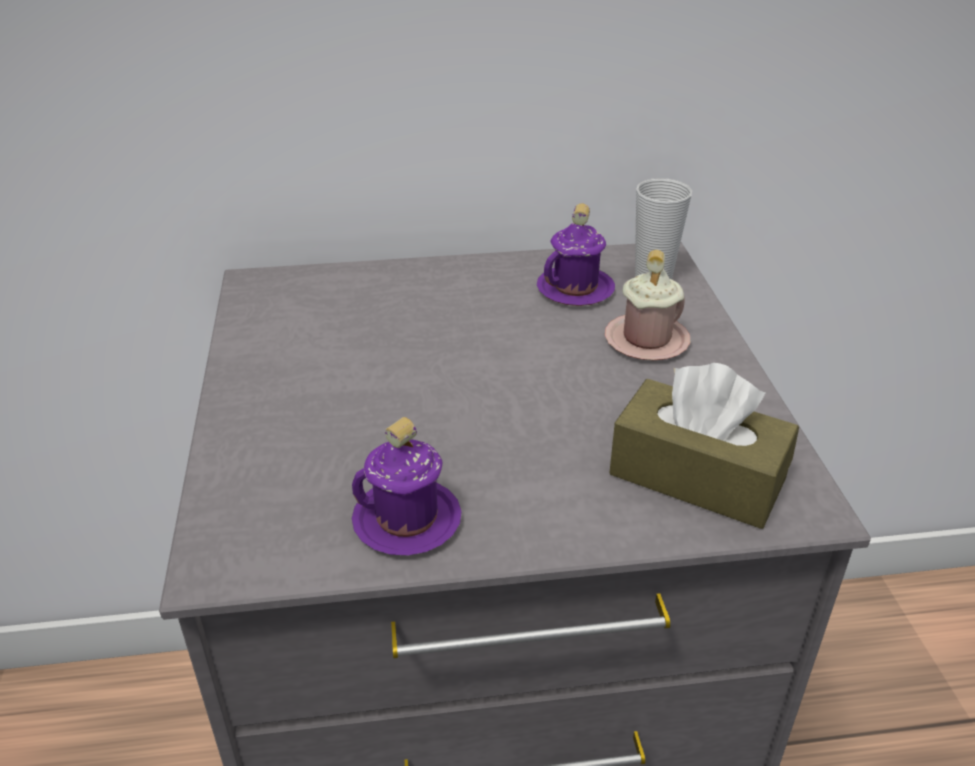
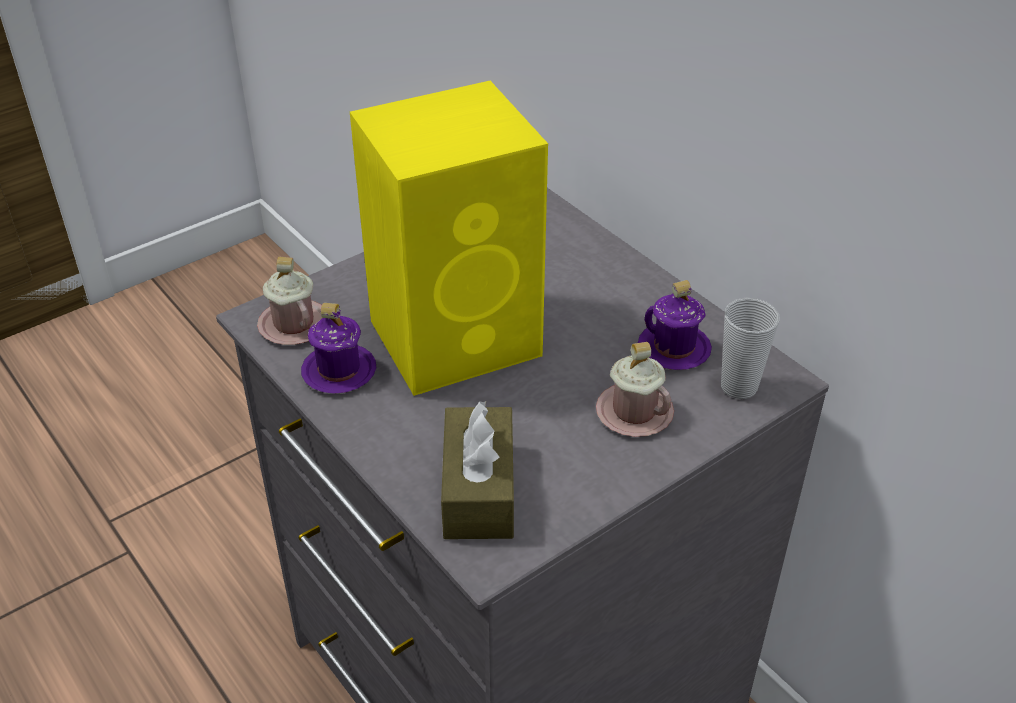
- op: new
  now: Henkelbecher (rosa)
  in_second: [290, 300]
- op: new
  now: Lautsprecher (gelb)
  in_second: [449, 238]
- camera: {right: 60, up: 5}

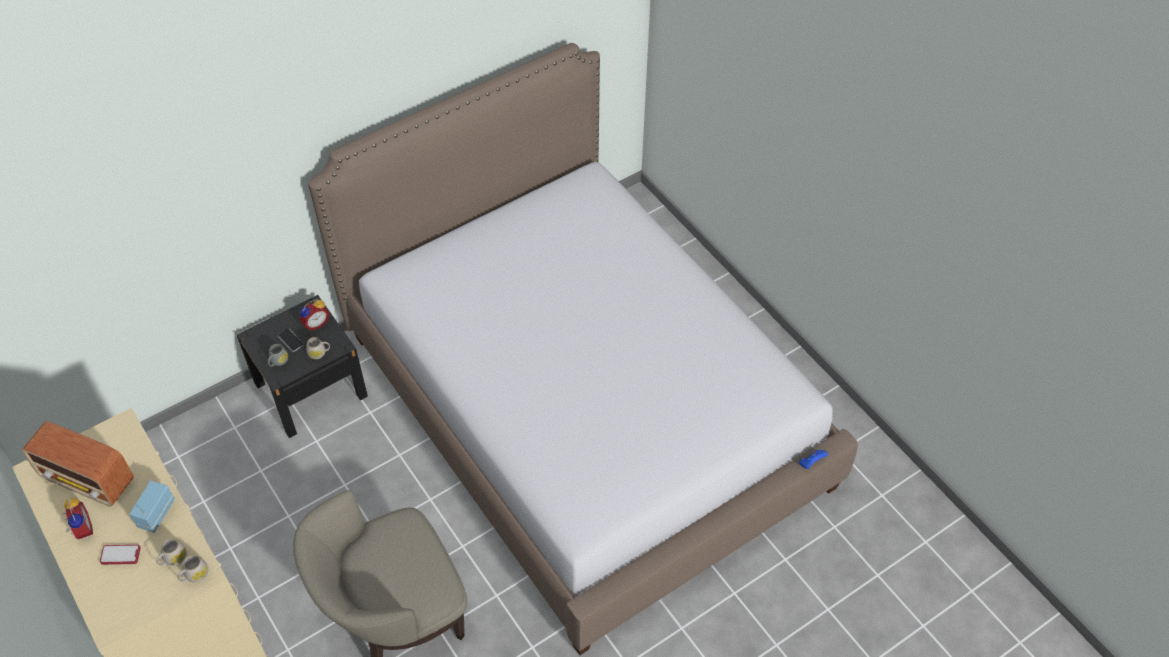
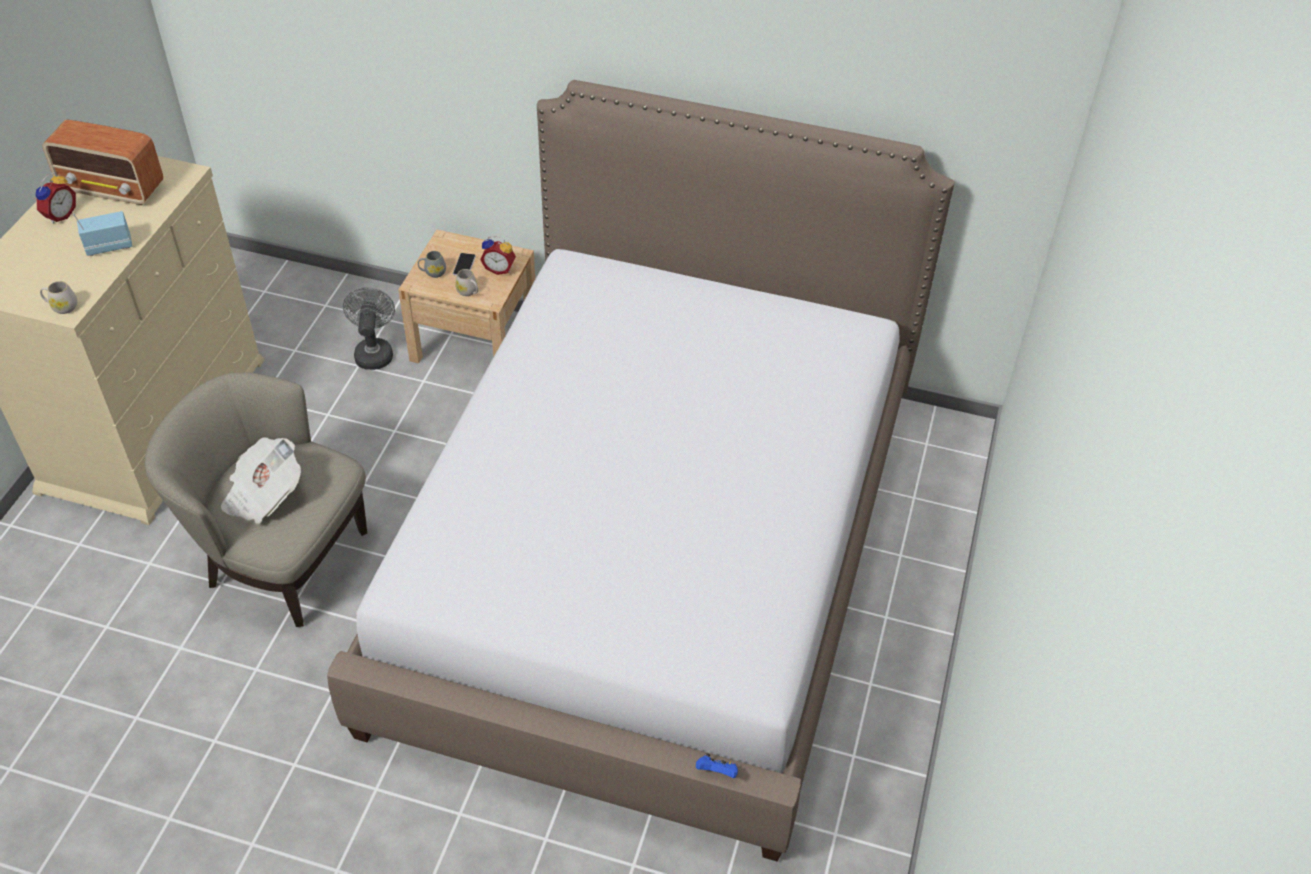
- op: rotated
  was: Radio
  in_first: [78, 464]
  in_second: [102, 162]
  clockwise: -60
- op: gone
  was: Handy
  in_first: [120, 554]
- op: gone
  was: Henkelbecher (weiß)
  in_first: [171, 552]
- op: repainted
  was: Nachttisch (schwarz)
  now: Nachttisch (beige)
  in_first: [302, 366]
  in_second: [466, 296]
- op: new
  now: Zeitung
  in_second: [261, 480]
- op: new
  now: Ventilator (grau)
  in_second: [369, 328]
- camera: {right: 50, up: -5}

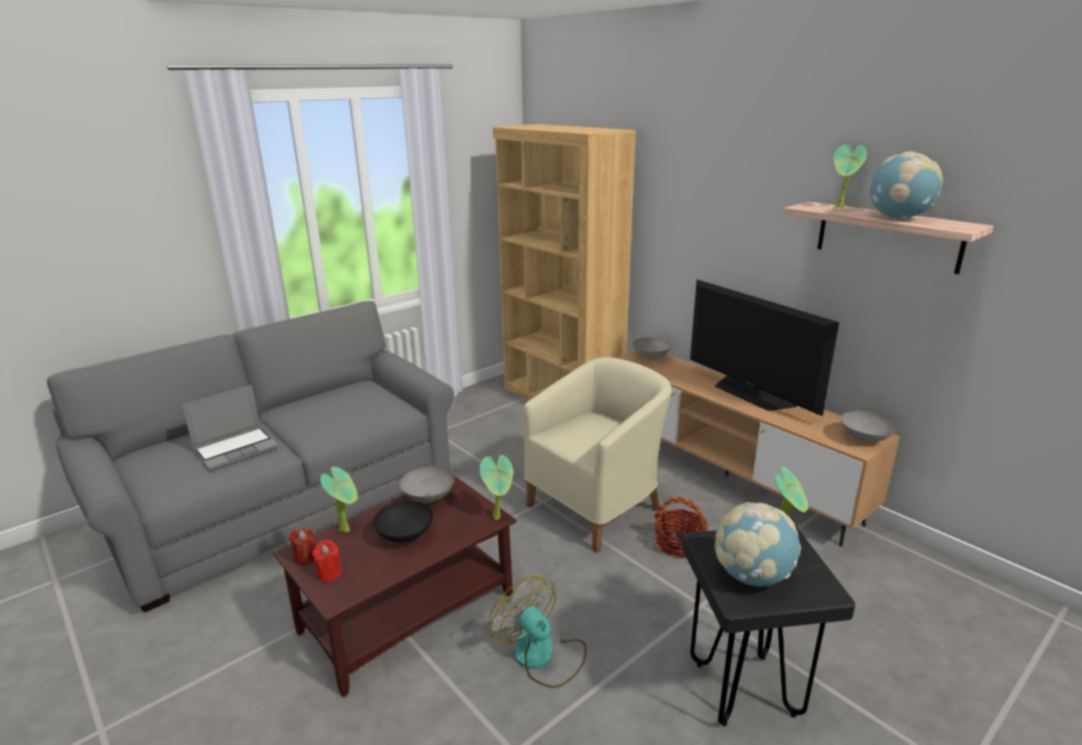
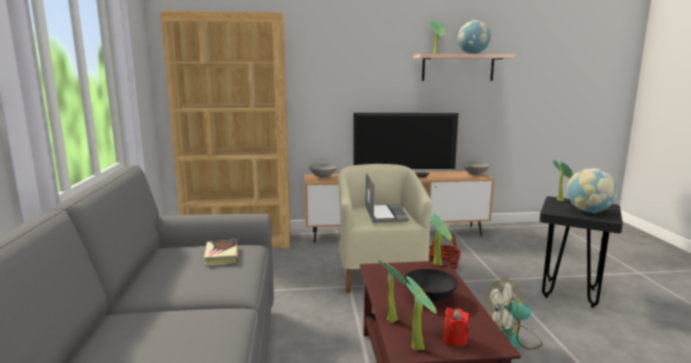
- op: shifted
  was: Laptop
  in_first: [230, 428]
  in_second: [387, 198]
- op: swapped
  was: Kerze (rot)
  now: Topfpflanze
  in_first: [303, 546]
  in_second: [421, 313]
- op: gone
  was: Schüssel (grau)
  in_first: [427, 485]
- op: new
  now: Buch
  in_second: [221, 252]
- camera: {right: -55, up: -10}

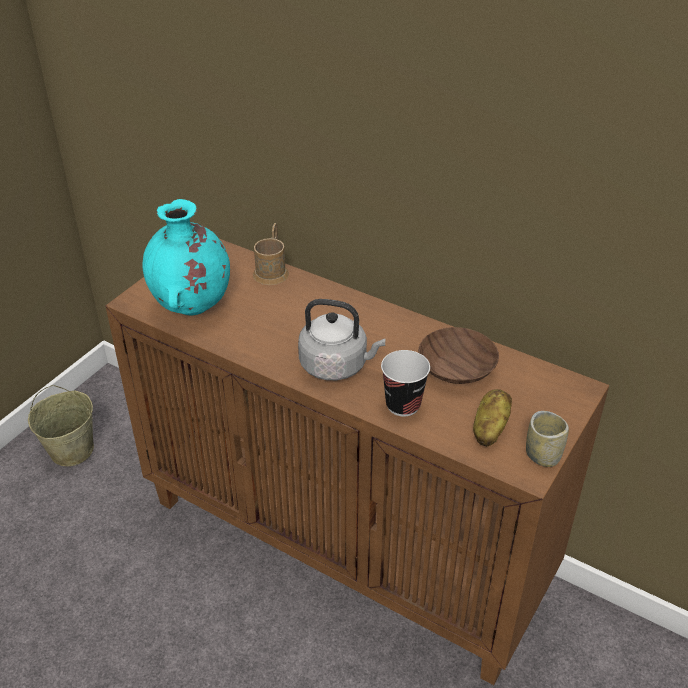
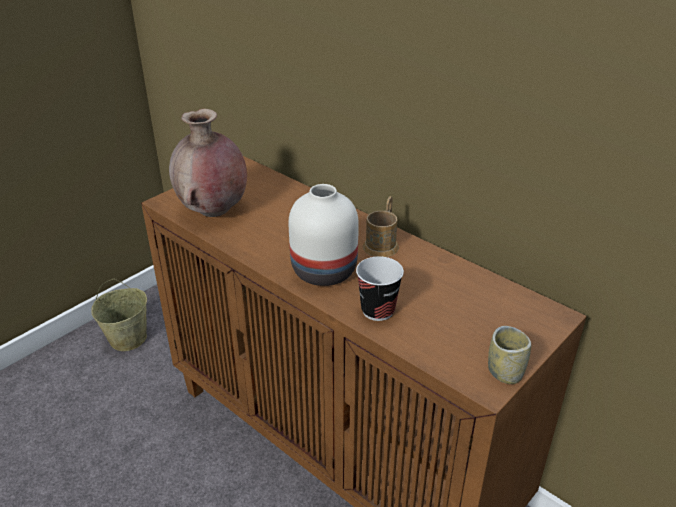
- op: repainted
  was: Vase (türkis)
  now: Vase (braun)
  in_first: [186, 257]
  in_second: [208, 163]
- op: shifted
  was: Henkelbecher (braun)
  in_first: [271, 254]
  in_second: [381, 226]
- op: swapped
  was: Wasserkessel (grau)
  now: Vase (weiß)
  in_first: [342, 339]
  in_second: [324, 235]
- op: gone
  was: Schüssel (braun)
  in_first: [458, 355]
- op: gone
  was: Kartoffel
  in_first: [492, 417]
- camera: {right: 10, up: -5}

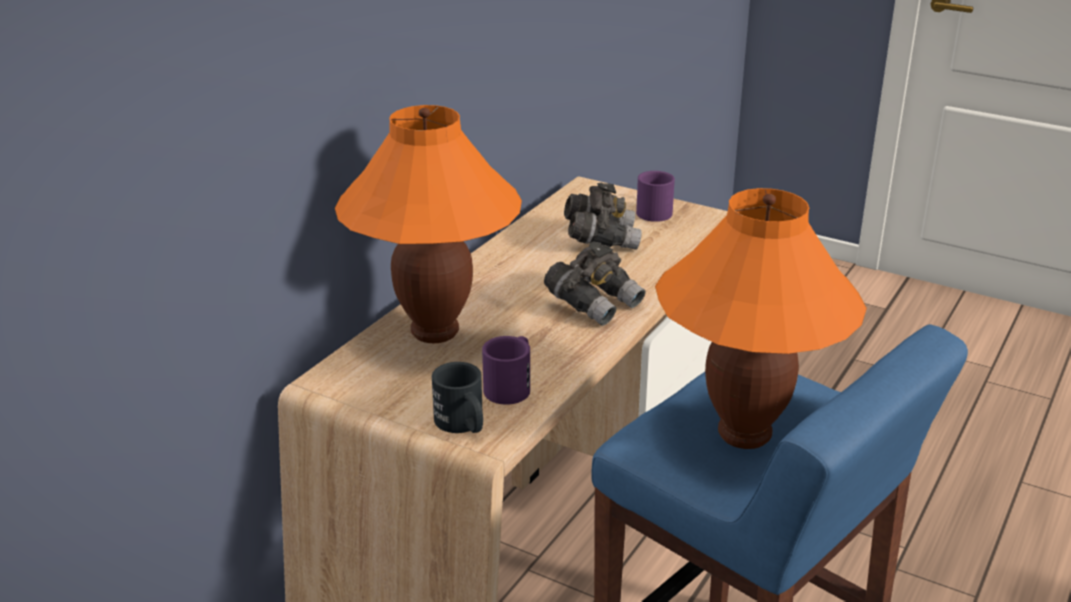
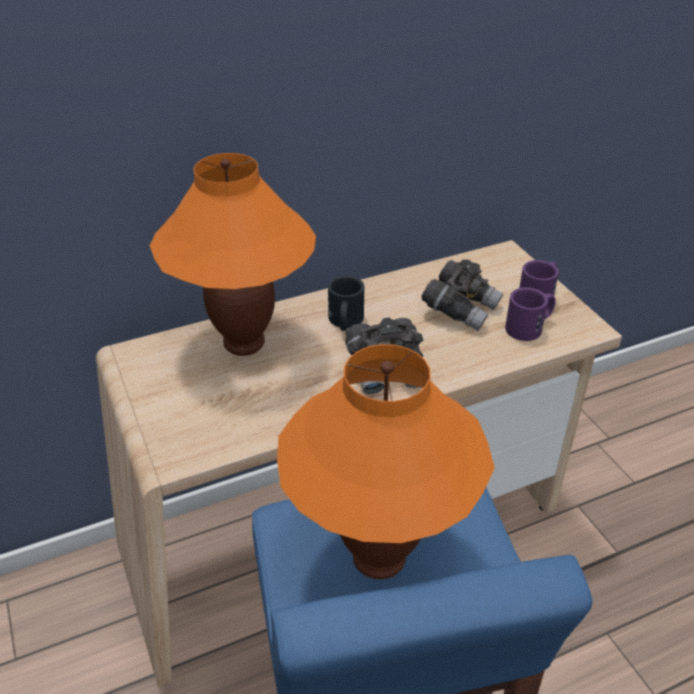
- op: shifted
  was: Henkelbecher (schwarz)
  in_first: [457, 397]
  in_second: [346, 303]
- op: shifted
  was: Henkelbecher (lila)
  in_first: [506, 370]
  in_second: [530, 314]
- camera: {right: 35, up: 10}

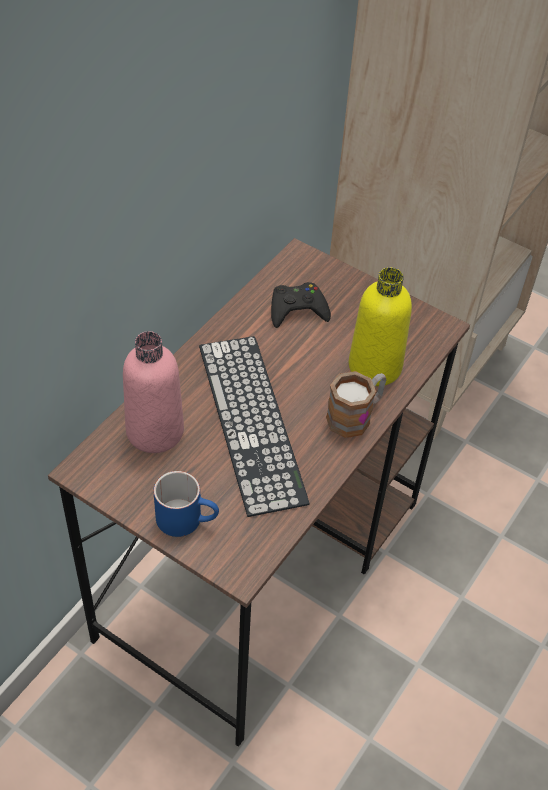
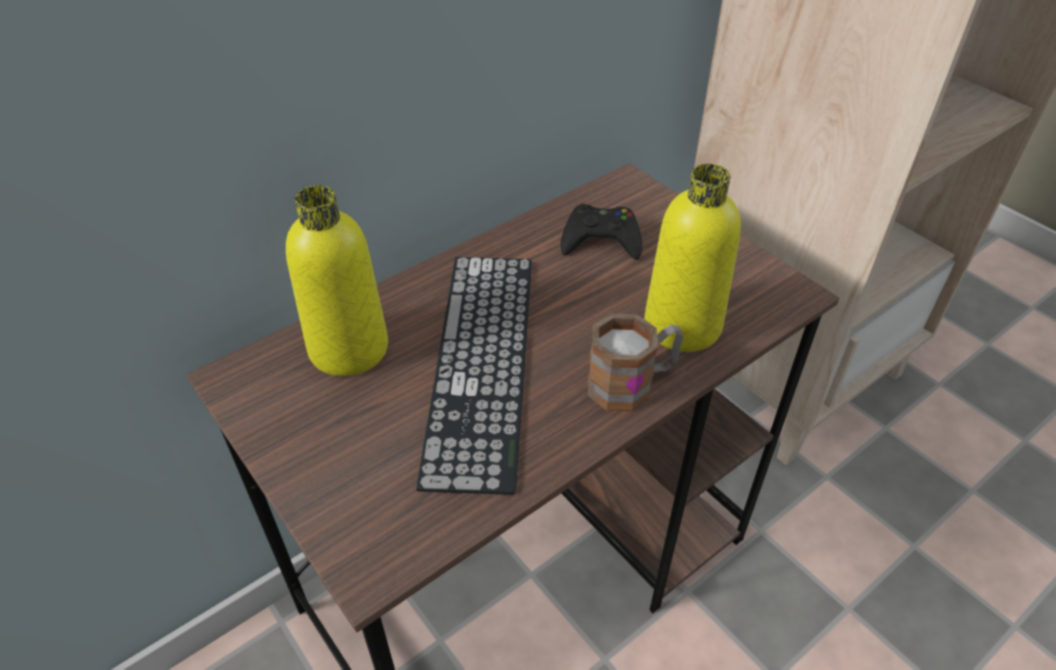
- op: repainted
  was: Flasche (rosa)
  now: Flasche (gelb)
  in_first: [153, 392]
  in_second: [337, 280]
- op: gone
  was: Henkelbecher (blau)
  in_first: [186, 504]
- camera: {right: 20, up: -5}

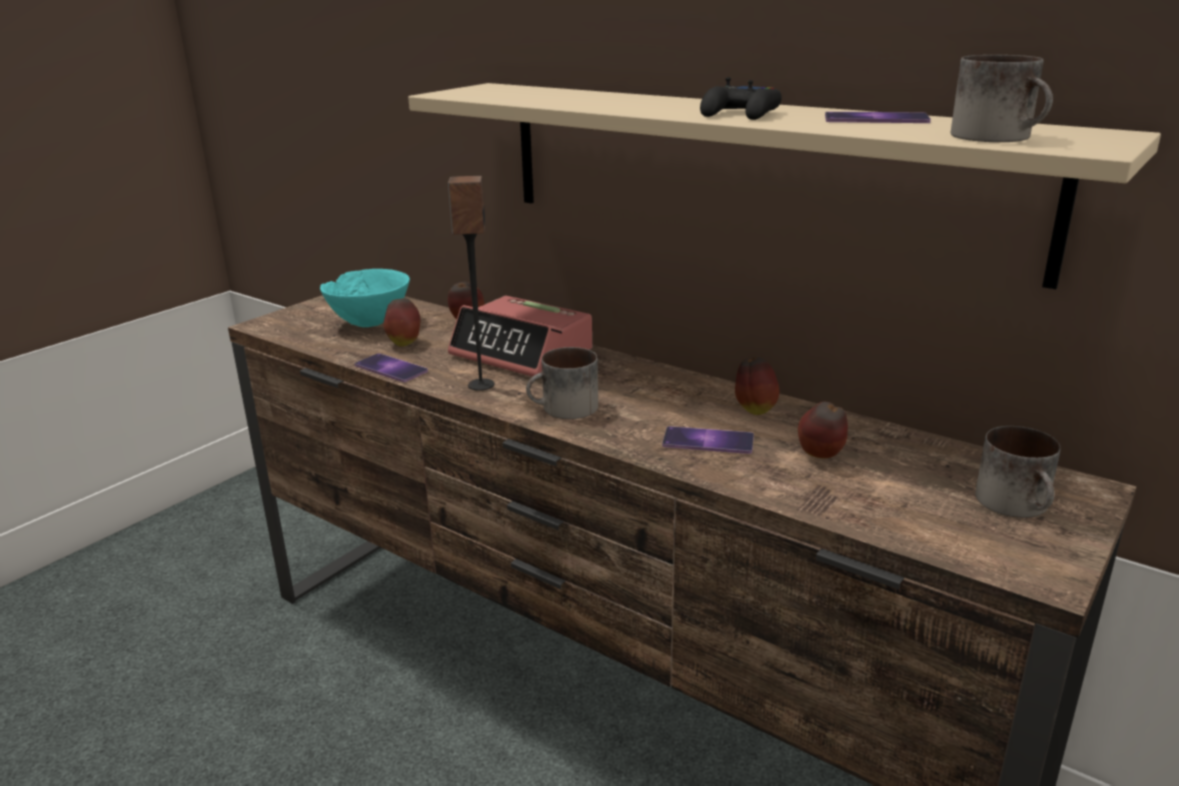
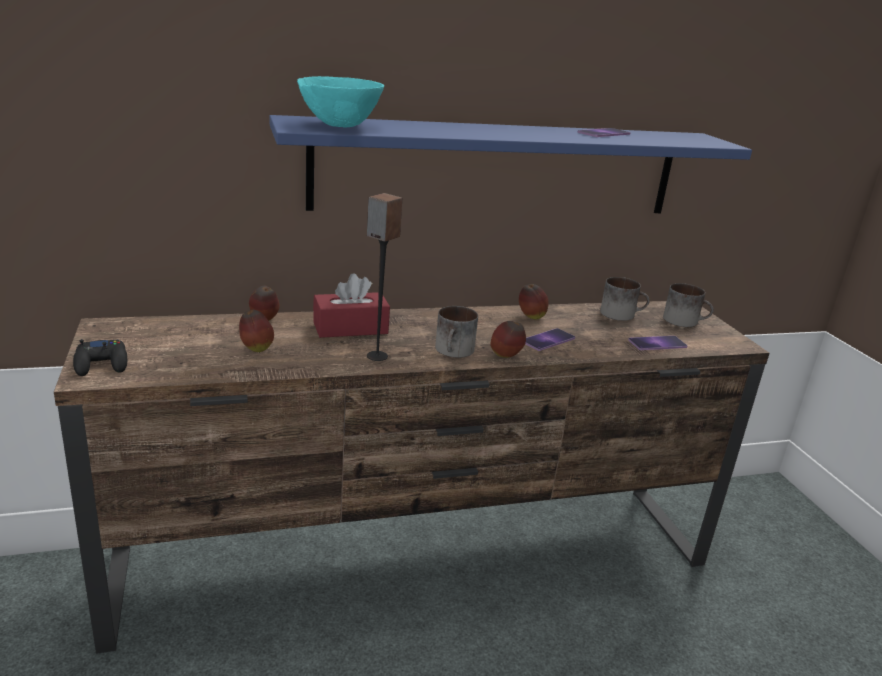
- op: shifted
  was: Schüssel (türkis)
  in_first: [365, 298]
  in_second: [340, 101]
- op: shifted
  was: Handy
  in_first: [391, 367]
  in_second: [658, 343]
- op: repainted
  was: Wandregal (beige)
  now: Wandregal (blau)
  in_first: [784, 186]
  in_second: [511, 164]
- op: swapped
  was: Wecker
  now: Taschentuchbox (rot)
  in_first: [520, 336]
  in_second: [351, 305]
- op: shifted
  was: Gamepad (schwarz)
  in_first: [741, 98]
  in_second: [100, 357]
- op: shifted
  was: Apfel
  in_first: [823, 430]
  in_second: [508, 339]
- op: shifted
  was: Henkelbecher
  in_first: [1002, 98]
  in_second: [625, 299]
- camera: {right: -55, up: 0}

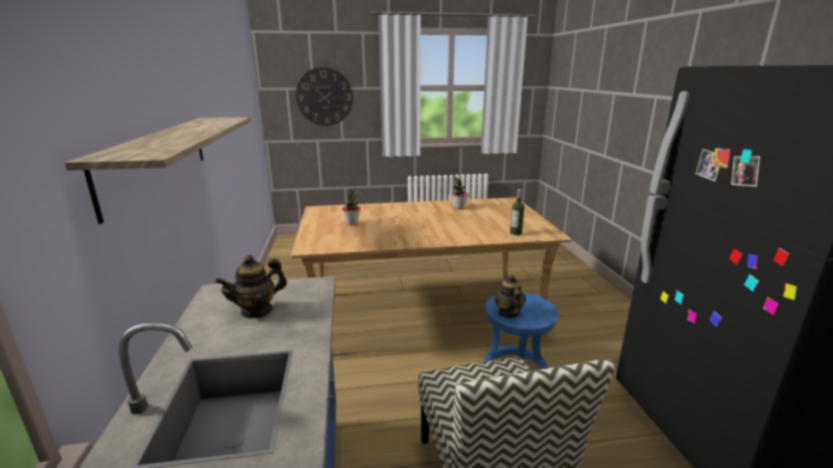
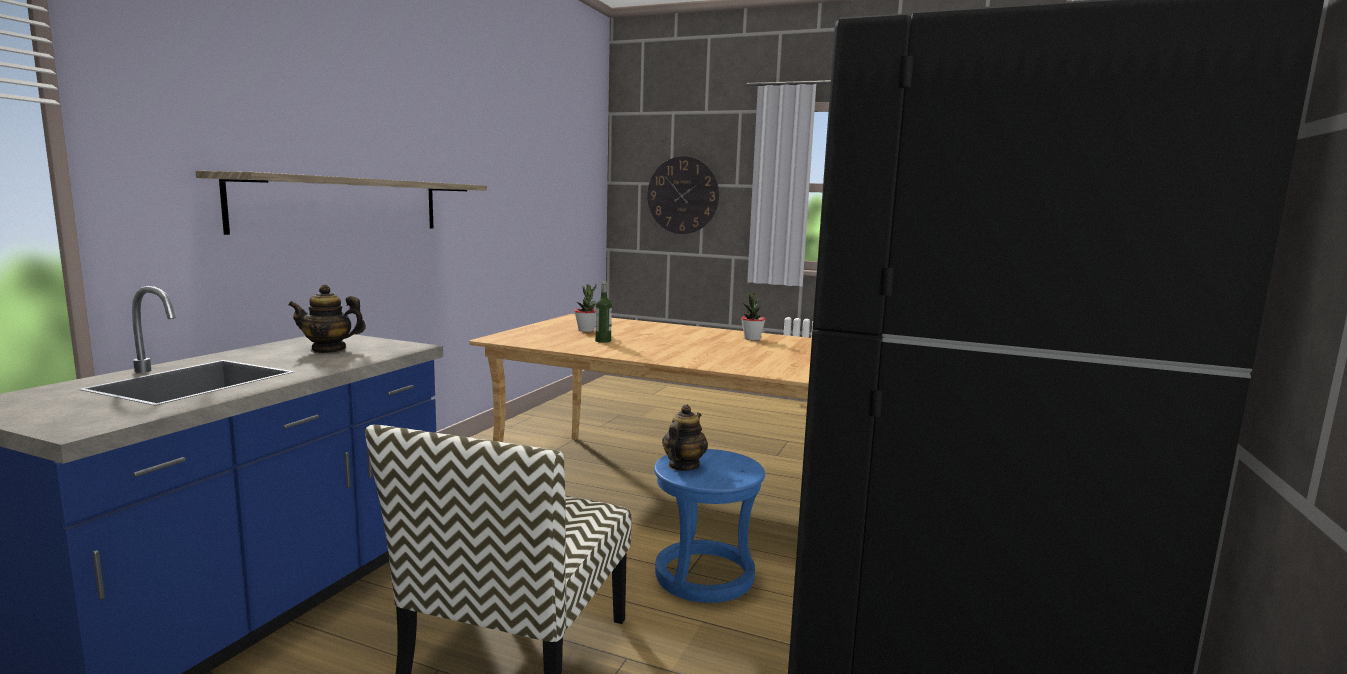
- op: shifted
  was: Flasche
  in_first: [517, 212]
  in_second: [603, 312]
- camera: {right: 30, up: -10}

